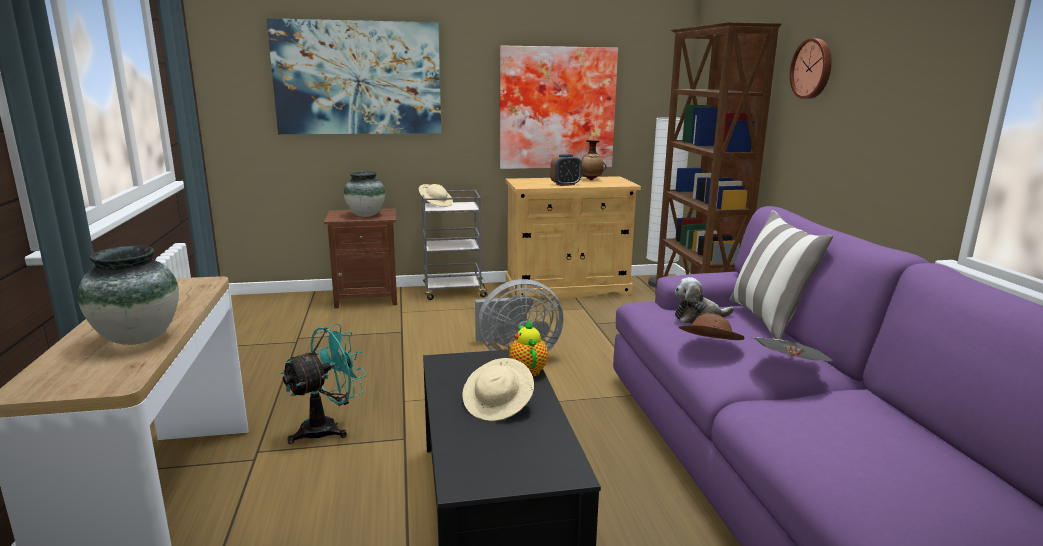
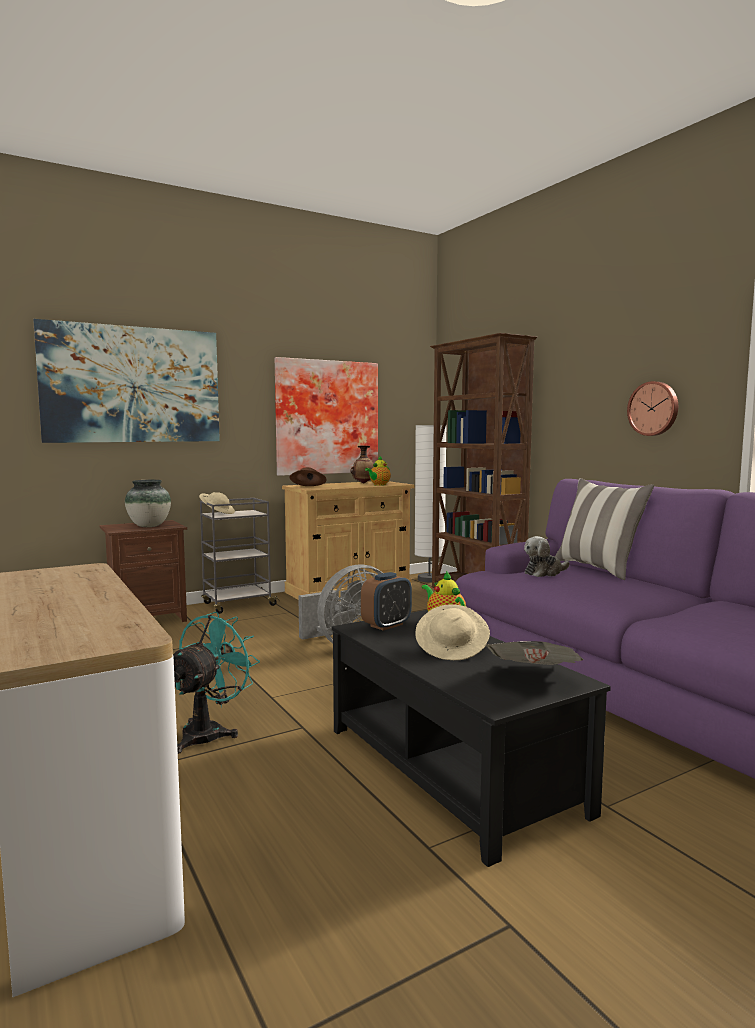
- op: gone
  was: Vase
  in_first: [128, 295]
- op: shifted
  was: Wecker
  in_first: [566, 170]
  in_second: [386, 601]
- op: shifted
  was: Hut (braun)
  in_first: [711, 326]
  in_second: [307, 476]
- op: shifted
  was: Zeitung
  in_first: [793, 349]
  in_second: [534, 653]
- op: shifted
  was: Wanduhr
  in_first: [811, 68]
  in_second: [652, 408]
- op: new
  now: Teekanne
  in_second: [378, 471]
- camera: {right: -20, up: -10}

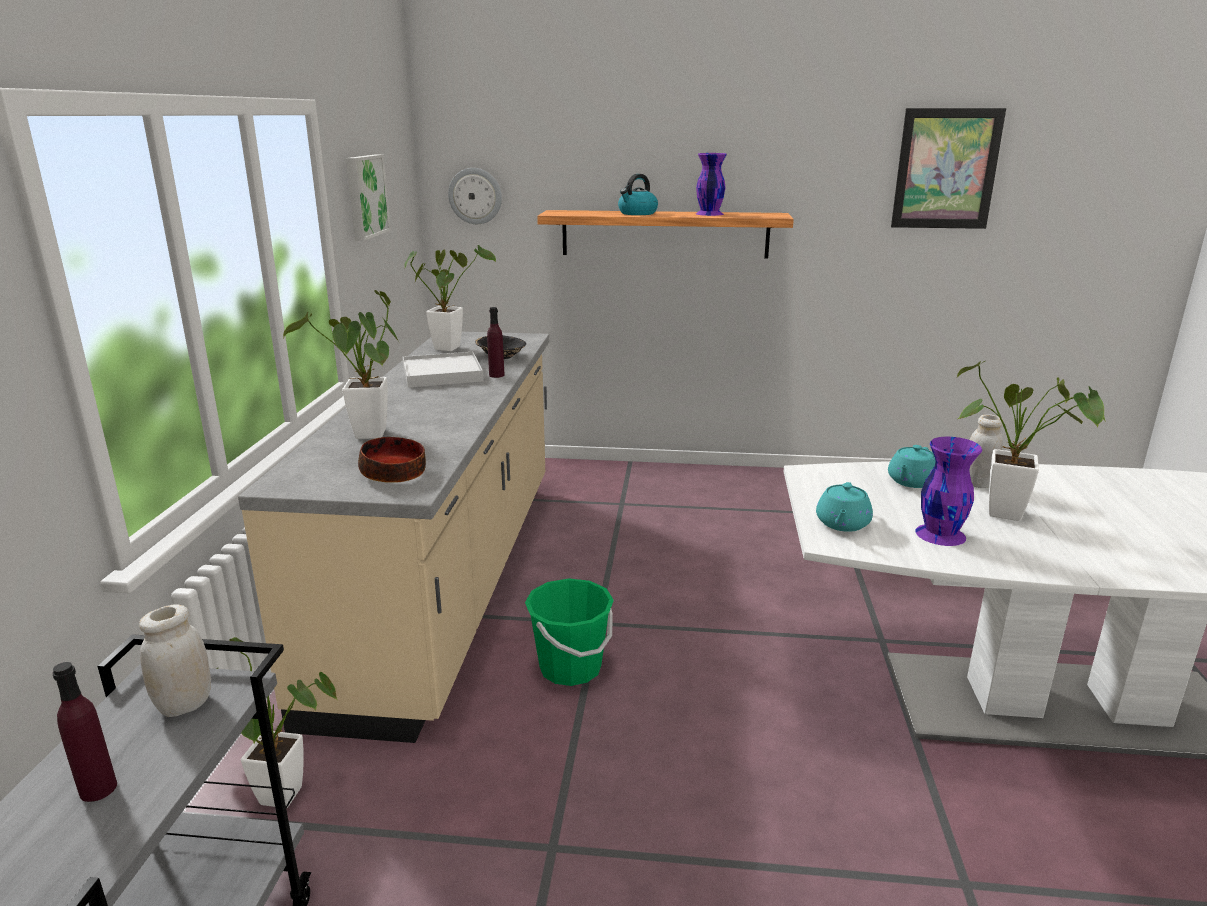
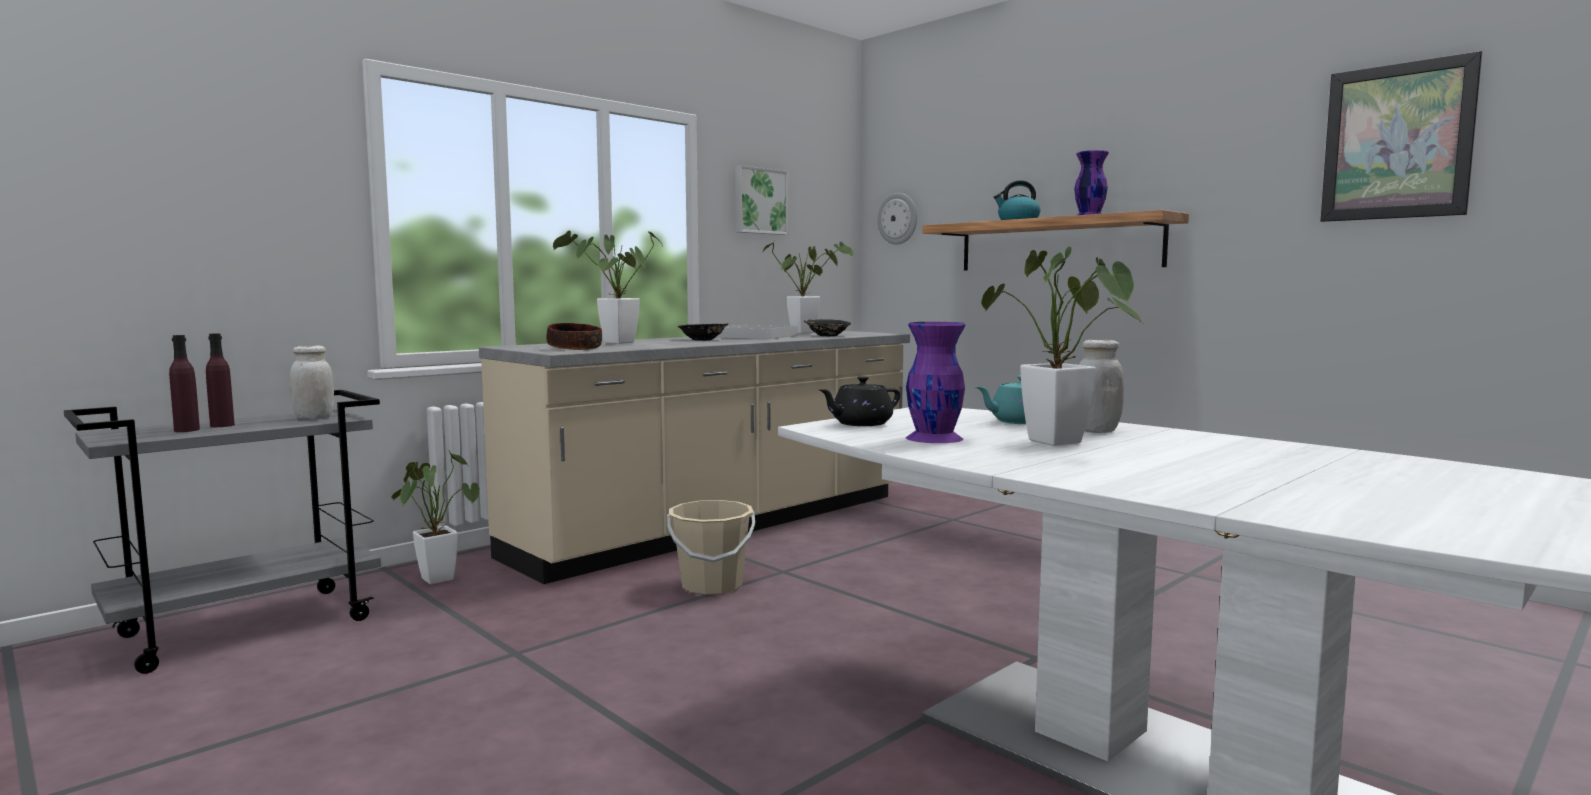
- op: shifted
  was: Flasche (lila)
  in_first: [495, 342]
  in_second: [184, 383]
- op: repainted
  was: Eimer (grün)
  now: Eimer (beige)
  in_first: [569, 632]
  in_second: [711, 547]
- op: repainted
  was: Teekanne (türkis)
  now: Teekanne (schwarz)
  in_first: [844, 507]
  in_second: [860, 401]
- op: new
  now: Schüssel (schwarz)
  in_second: [703, 332]
- camera: {right: 40, up: -15}

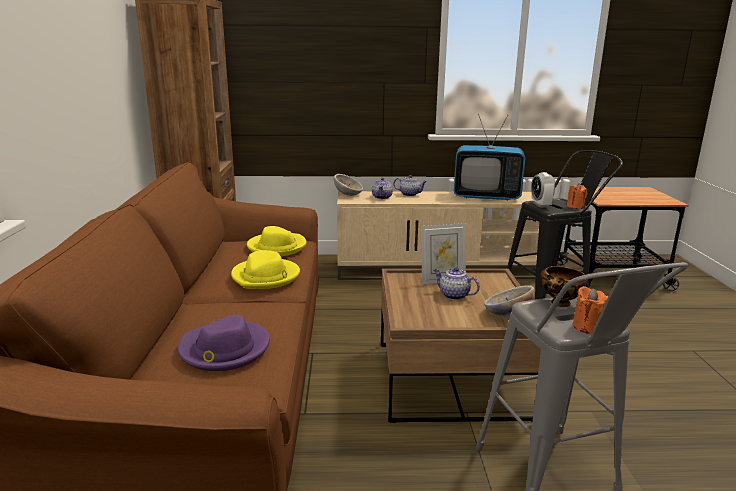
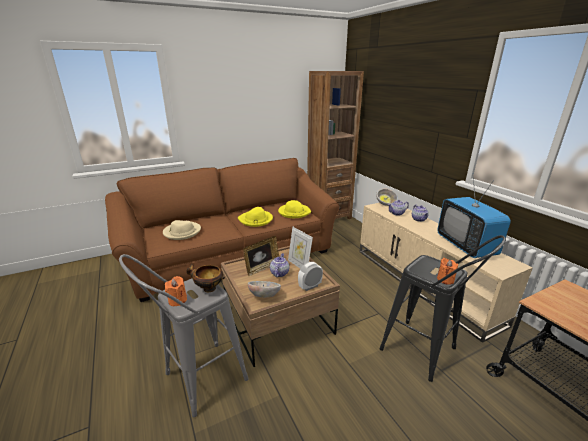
- op: repainted
  was: Hut (lila)
  now: Hut (beige)
  in_first: [224, 343]
  in_second: [182, 230]
- op: shifted
  was: Wecker
  in_first: [543, 190]
  in_second: [310, 276]
- op: new
  now: Bilderrahmen
  in_second: [261, 256]
- camera: {right: 65, up: 5}

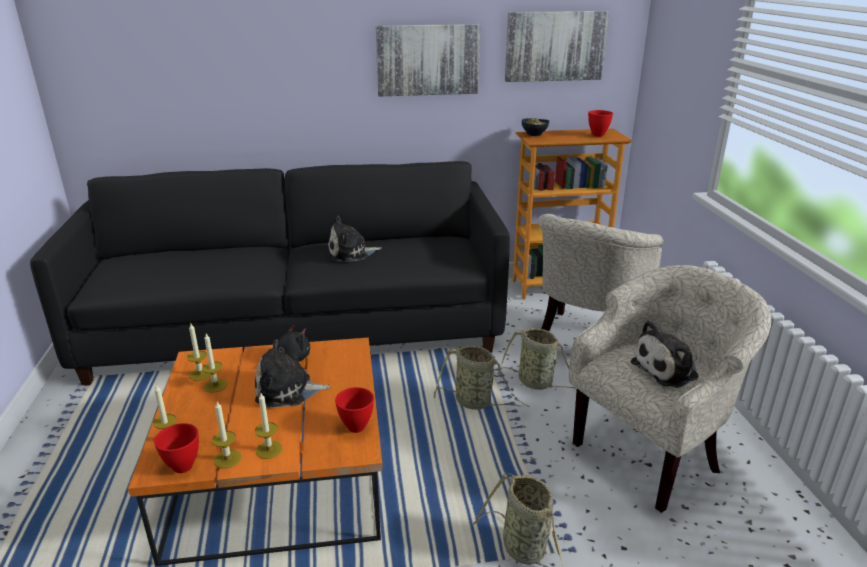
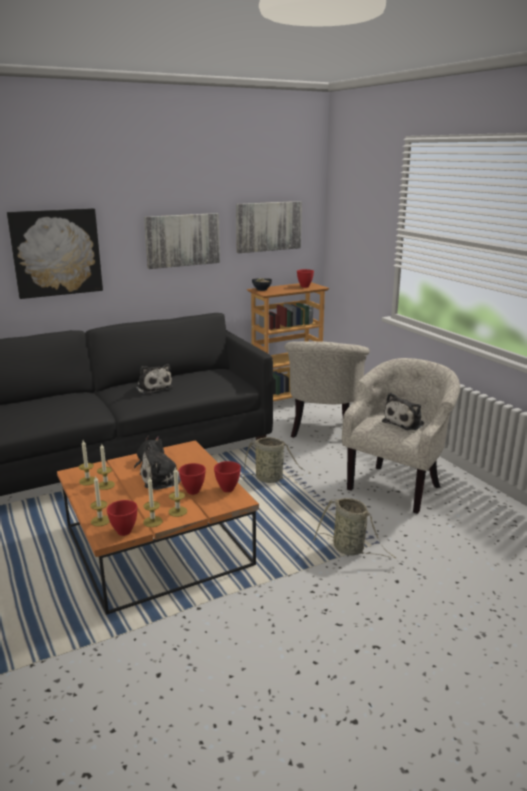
- op: rotated
  was: Plüschtier
  in_first: [355, 239]
  in_second: [154, 379]
  clockwise: -90
- op: gone
  was: Korb
  in_first: [537, 359]
- op: new
  now: Bild
  in_second: [55, 253]
- op: new
  now: Schüssel (rot)
  in_second: [192, 479]
- camera: {right: -20, up: -5}

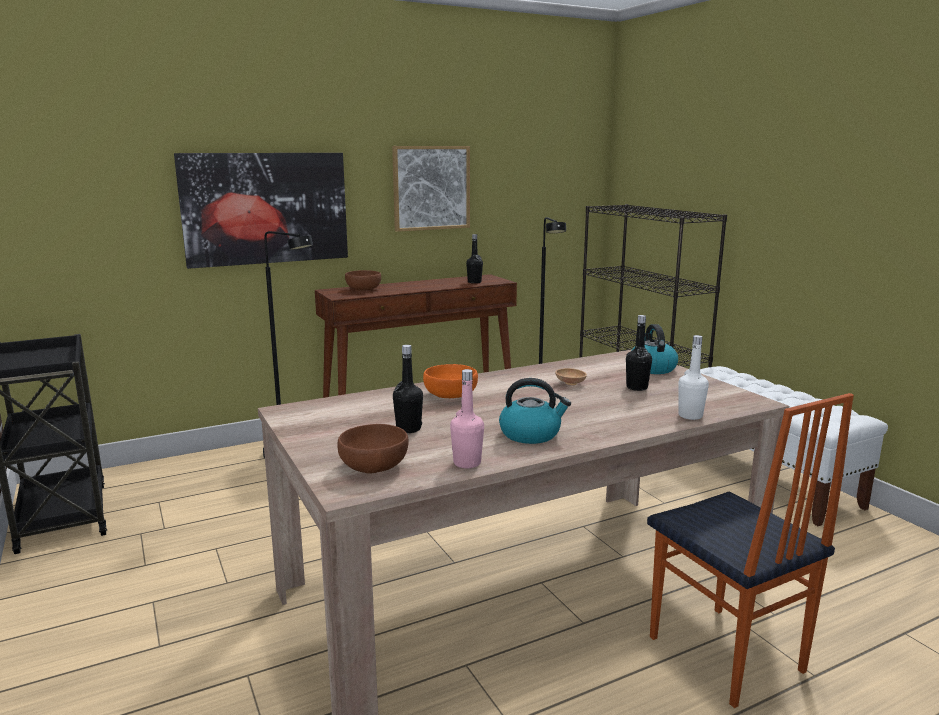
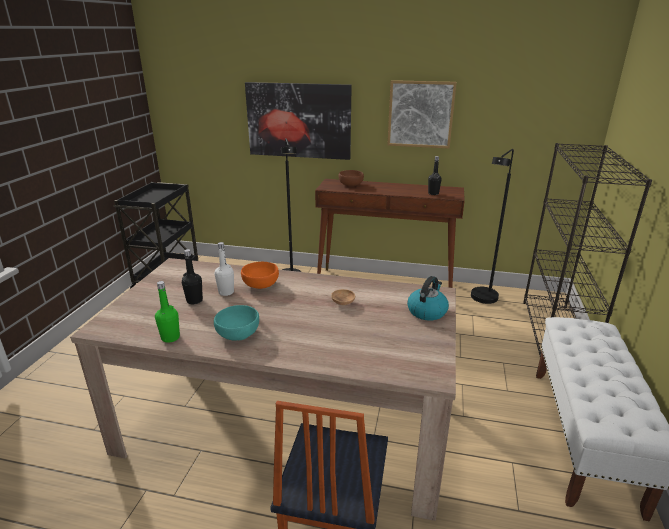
- op: gone
  was: Schüssel (braun)
  in_first: [373, 449]
- op: repainted
  was: Flasche (rosa)
  now: Flasche (grün)
  in_first: [467, 418]
  in_second: [167, 312]
- op: swapped
  was: Wasserkessel
  now: Schüssel (türkis)
  in_first: [535, 411]
  in_second: [236, 323]
- op: gone
  was: Flasche (schwarz)
  in_first: [639, 353]
- op: shifted
  was: Flasche (weiß)
  in_first: [693, 377]
  in_second: [224, 269]
- camera: {right: 40, up: 10}

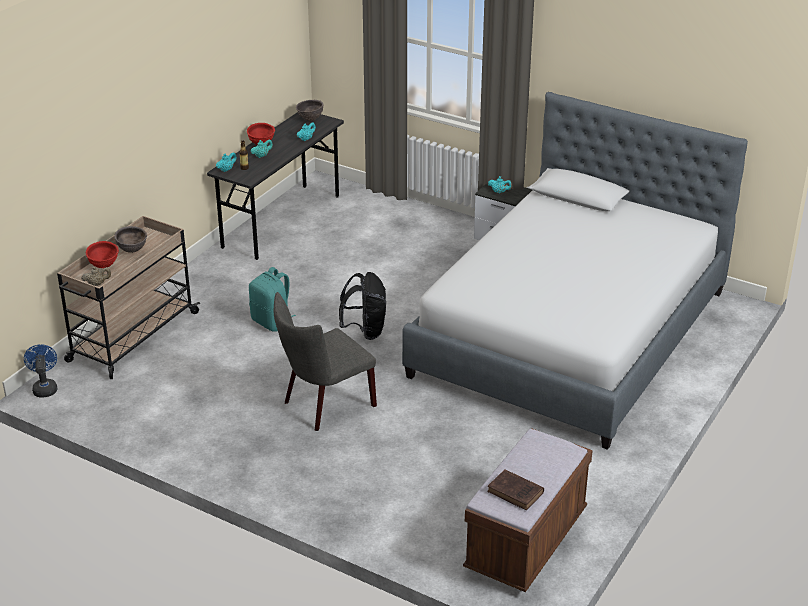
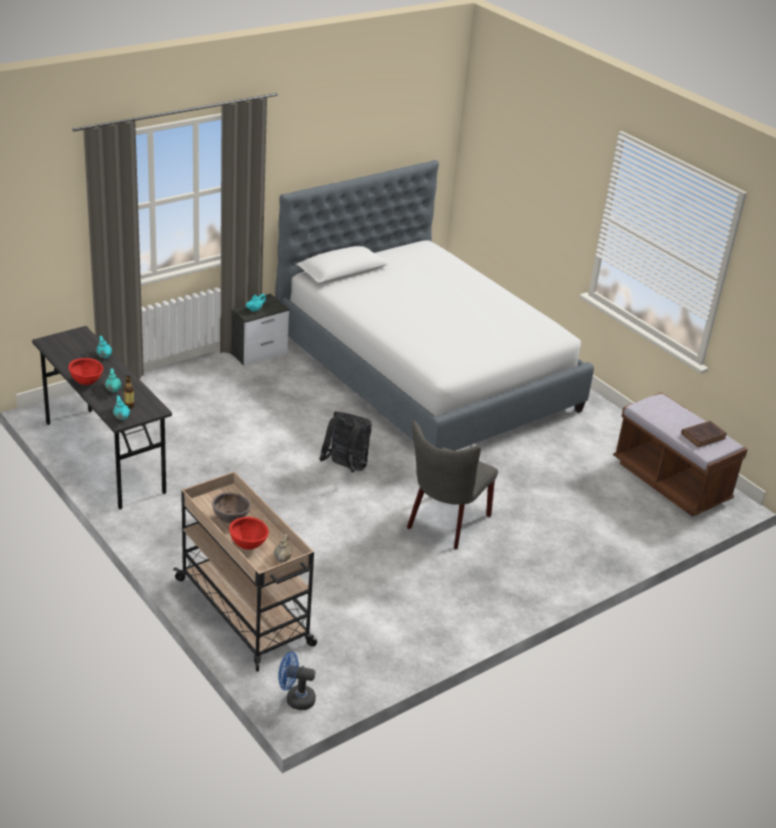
- op: gone
  was: Rucksack (türkis)
  in_first: [272, 299]
- op: rotated
  was: Stuhl (grau)
  in_first: [325, 361]
  in_second: [452, 485]
  clockwise: 45
- op: gone
  was: Schüssel (braun)
  in_first: [310, 110]
- camera: {right: -70, up: 0}

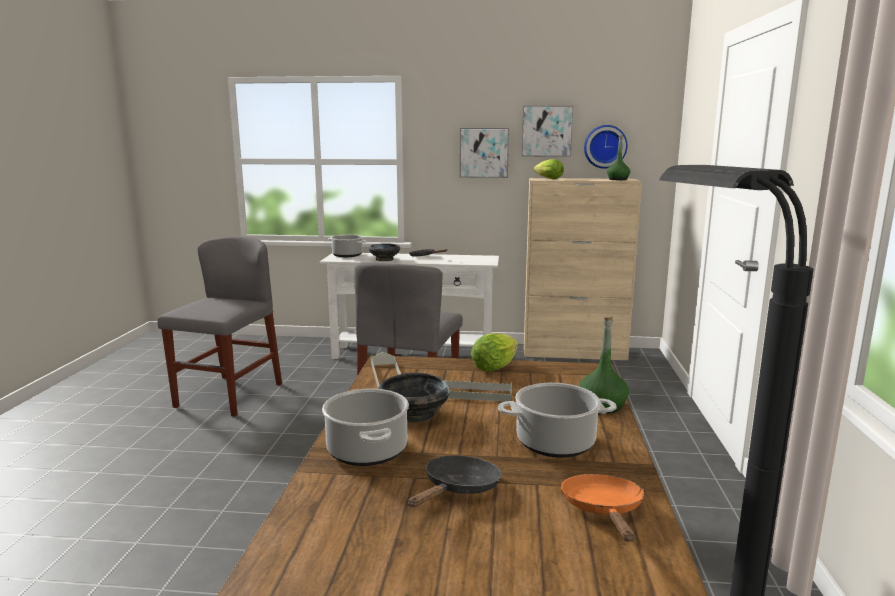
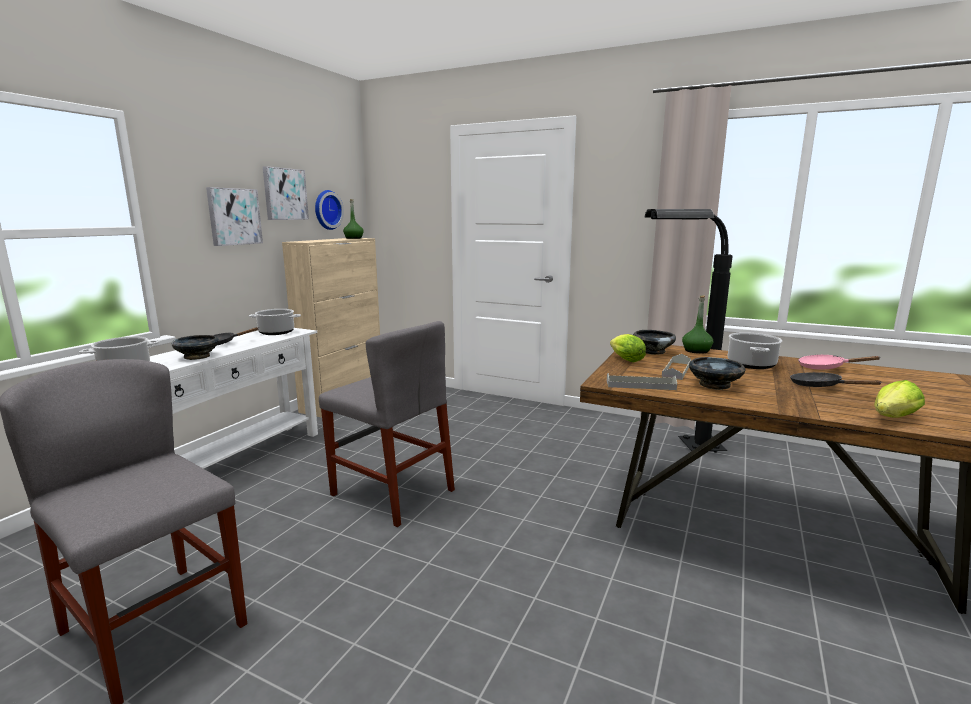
- op: shifted
  was: Kochtopf
  in_first: [365, 427]
  in_second: [275, 322]
- op: shifted
  was: Salatkopf
  in_first: [549, 169]
  in_second: [899, 399]
- op: repainted
  was: Pfanne (orange)
  now: Pfanne (rosa)
  in_first: [602, 508]
  in_second: [839, 362]
- op: new
  now: Schüssel (schwarz)
  in_second: [654, 342]
- camera: {right: -70, up: 0}

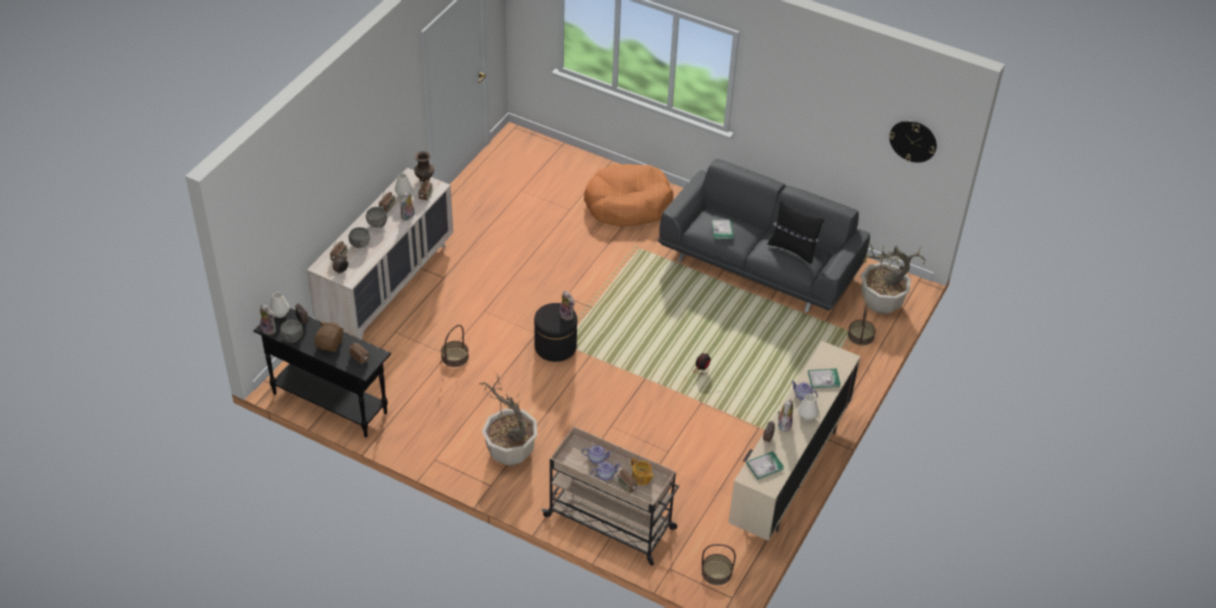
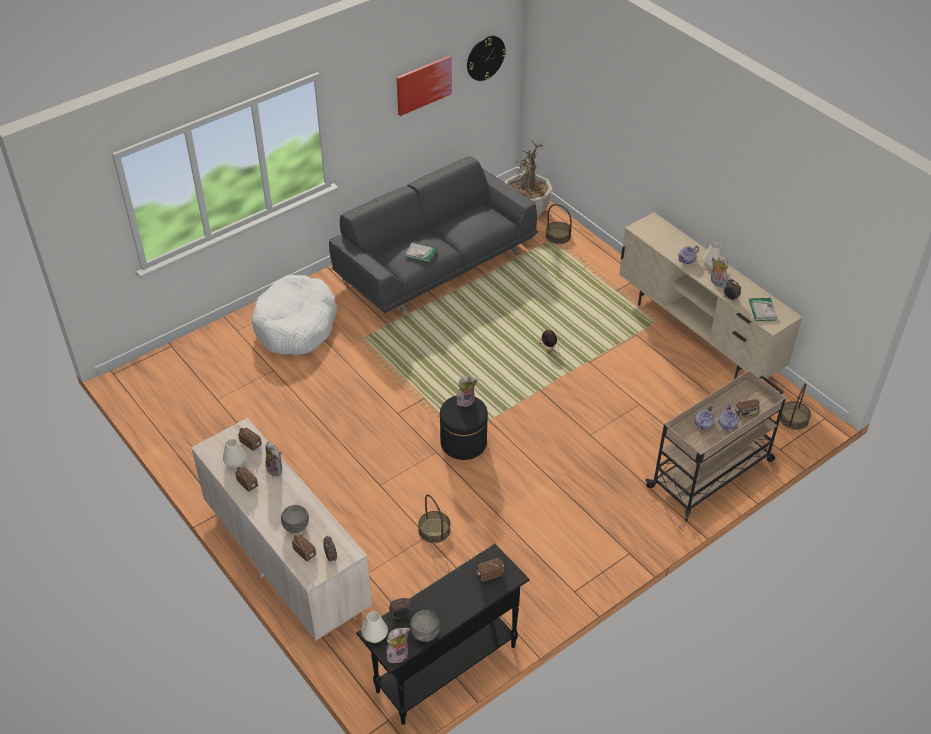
- op: gone
  was: Plüschtier (braun)
  in_first: [329, 337]
- op: gone
  was: Schüssel (grau)
  in_first: [376, 217]
- op: gone
  was: Vase (braun)
  in_first: [424, 166]
- op: gone
  was: Topfpflanze
  in_first: [508, 420]
- op: repainted
  was: Hundebett (orange)
  now: Hundebett (weiß)
  in_first: [629, 195]
  in_second: [294, 315]
- op: gone
  was: Teekanne
  in_first: [642, 471]
- op: gone
  was: Kissen (schwarz)
  in_first: [795, 232]
- op: gone
  was: Buch
  in_first: [824, 378]
- op: new
  now: Bild
  in_second: [424, 85]
- camera: {right: -65, up: 0}

